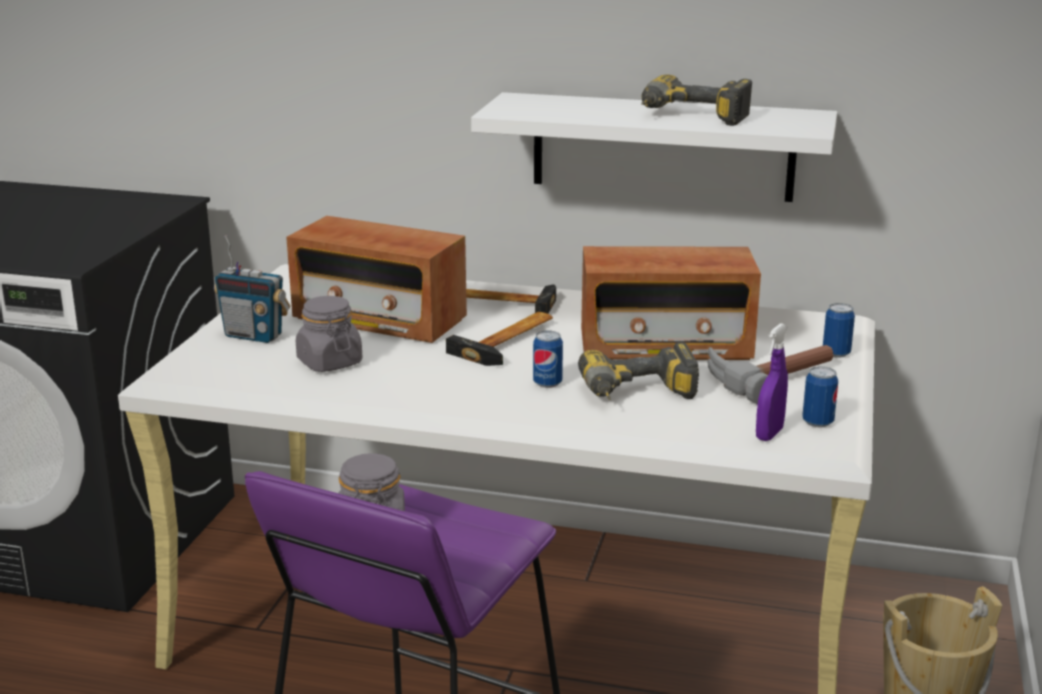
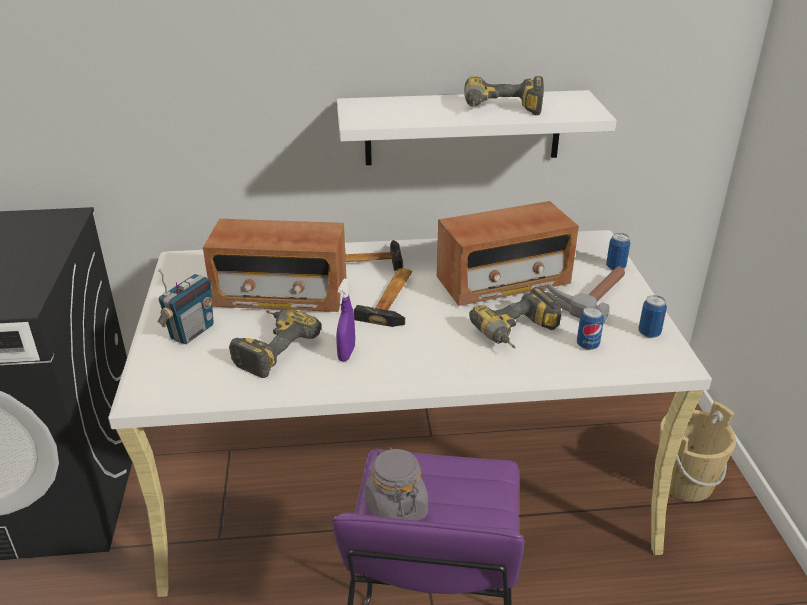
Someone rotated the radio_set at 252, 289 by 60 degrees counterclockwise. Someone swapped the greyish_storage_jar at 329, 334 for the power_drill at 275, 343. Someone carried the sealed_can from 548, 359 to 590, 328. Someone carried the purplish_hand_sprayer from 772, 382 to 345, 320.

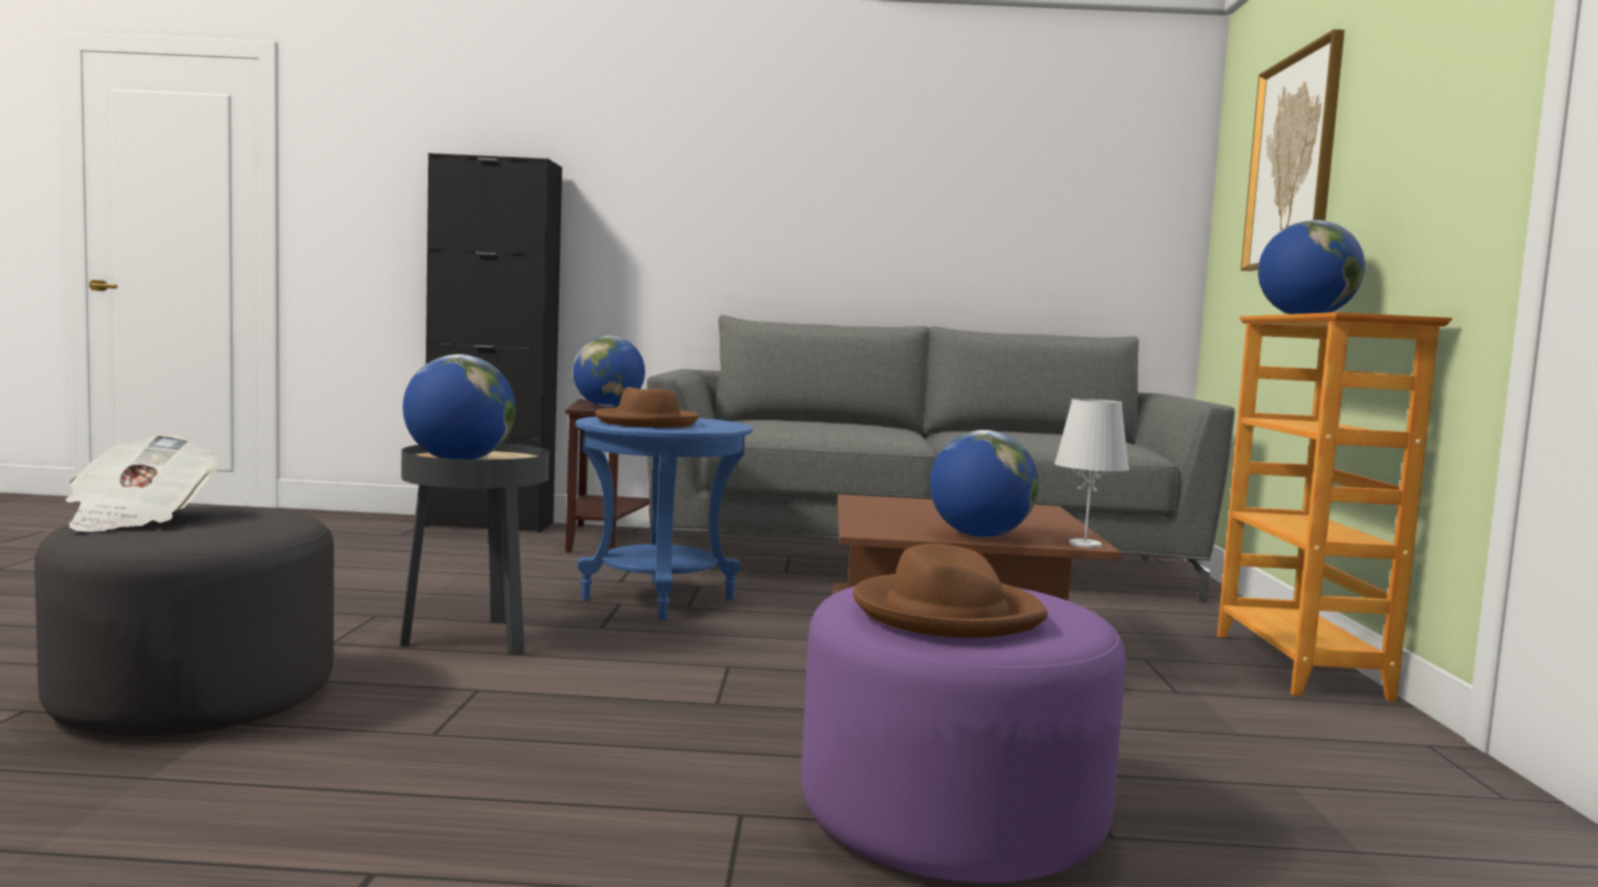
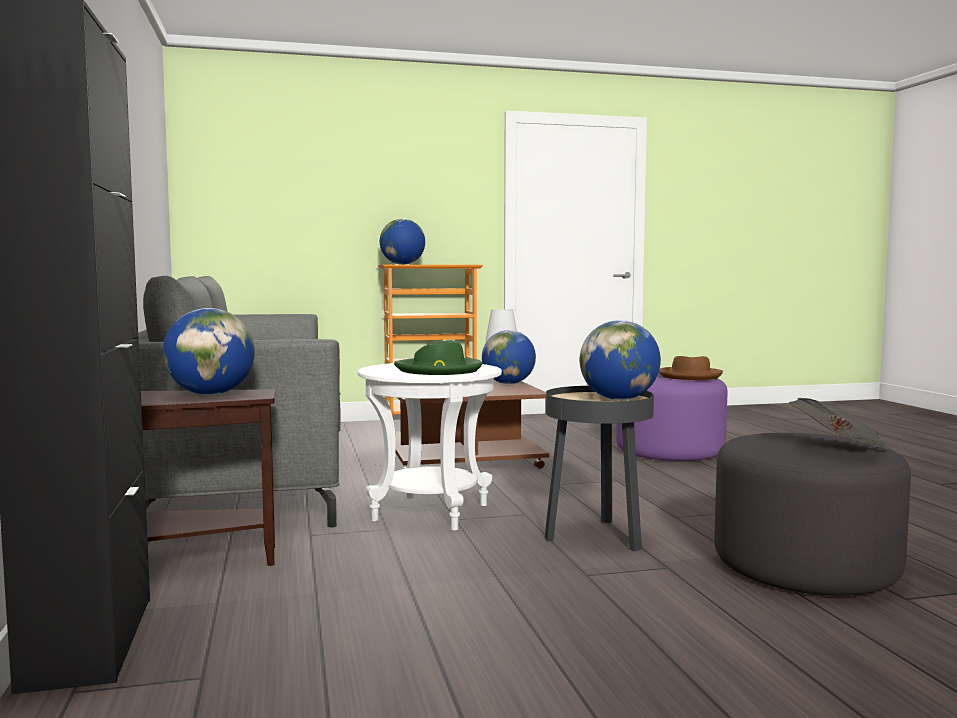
Someone repainted the bluish_side_table at 664, 518, which became the white_side_table at 430, 446. Someone repainted the brown-coloured_wearable_hat at 647, 407, which became the greenish_wearable_hat at 438, 357. Someone took away the picture at 1293, 150.

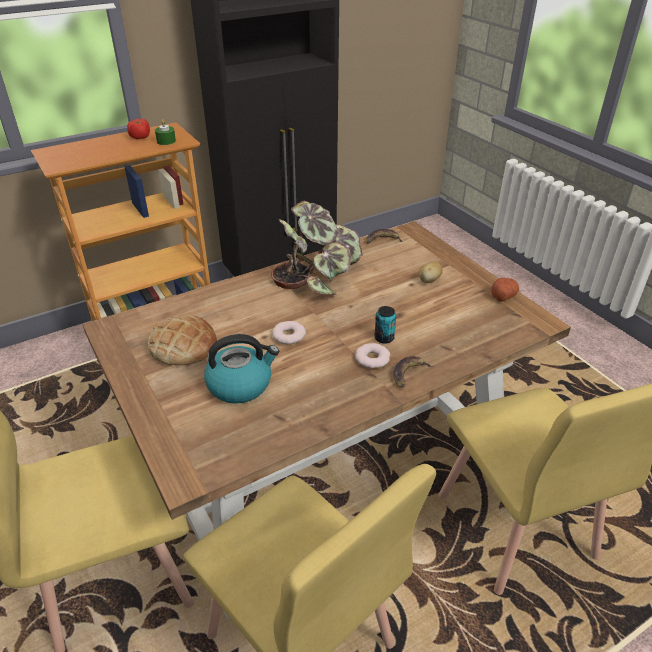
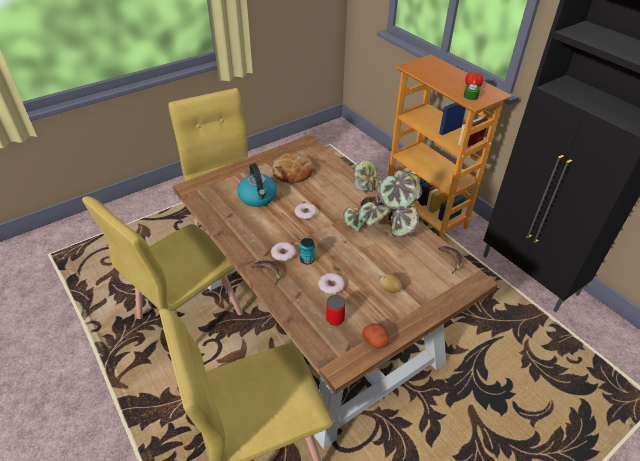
Someone put down the donut at 331, 283. Someone put down the sealed_can at 336, 310.

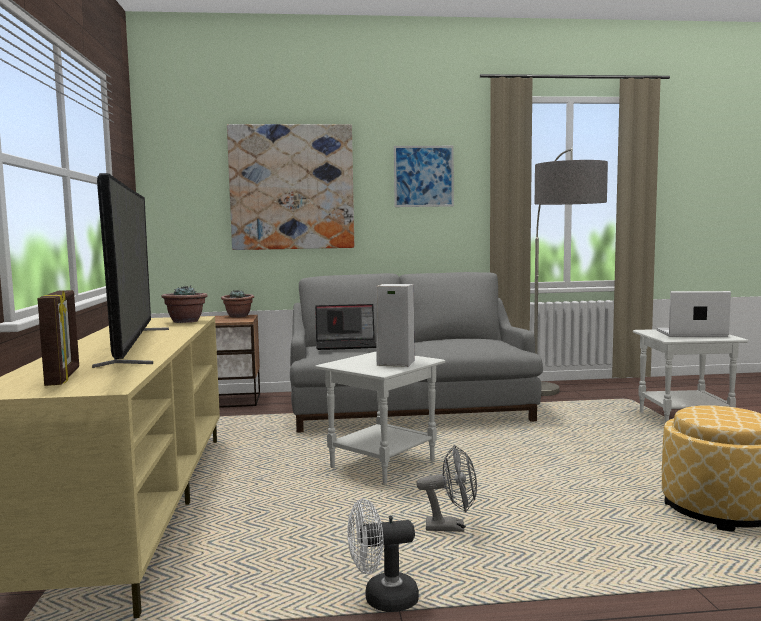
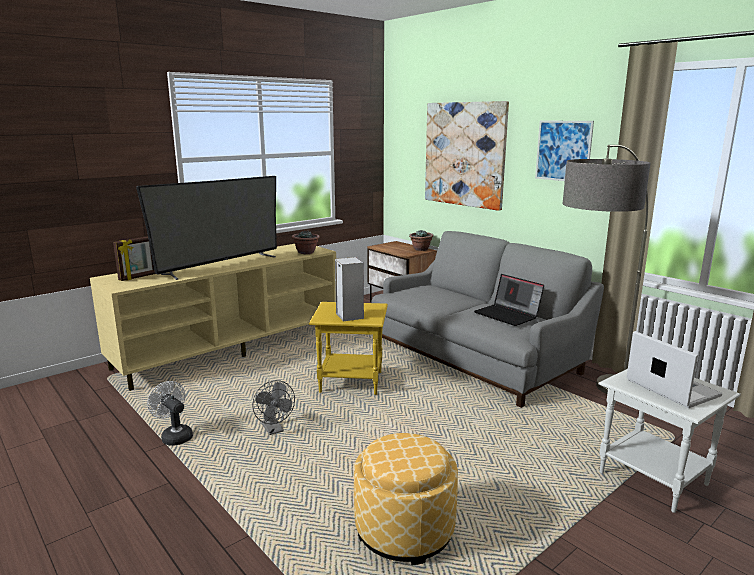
Someone carried the portable_computer from 345, 327 to 509, 300. Someone repainted the white_side_table at 380, 418, which became the yellow_side_table at 348, 348.

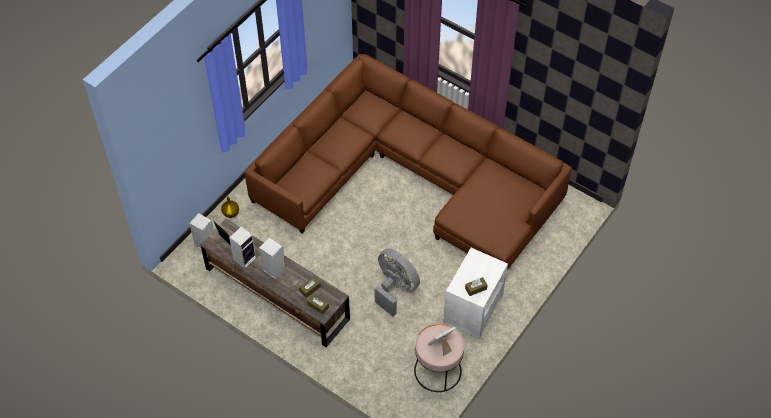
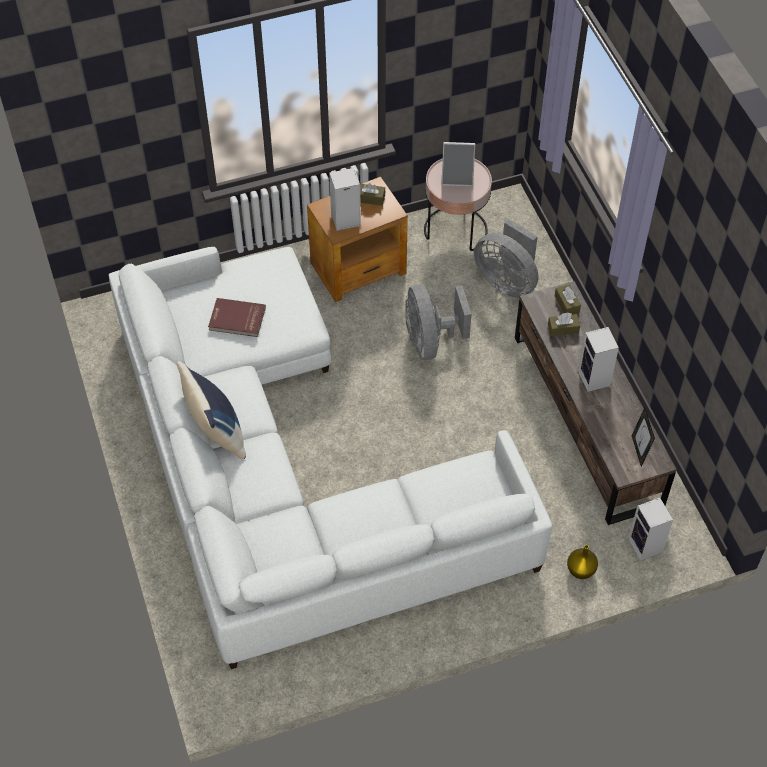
Someone carried the audio_speaker from 243, 247 to 345, 199. Someone repainted the brown-coloured_couch at 408, 162, which became the white_couch at 331, 458. Someone repainted the white_side_table at 475, 293, which became the brown-coloured_side_table at 357, 239. Someone put down the bluish_pillow at 211, 410. Someone put down the reddish_bound_book at 237, 317. Someone put down the greyish_electric_fan at 506, 258.

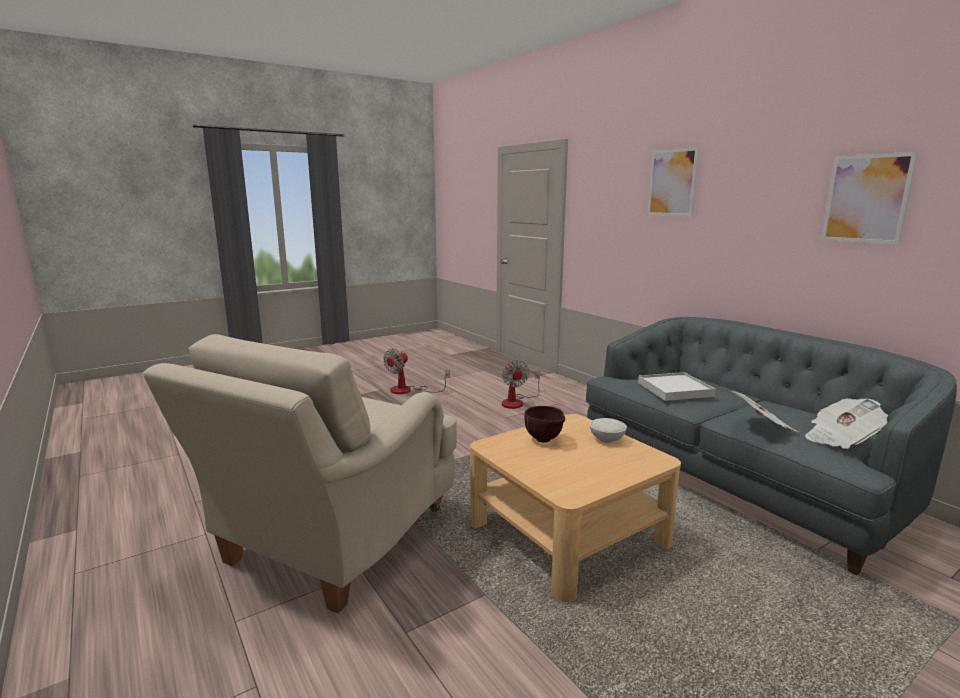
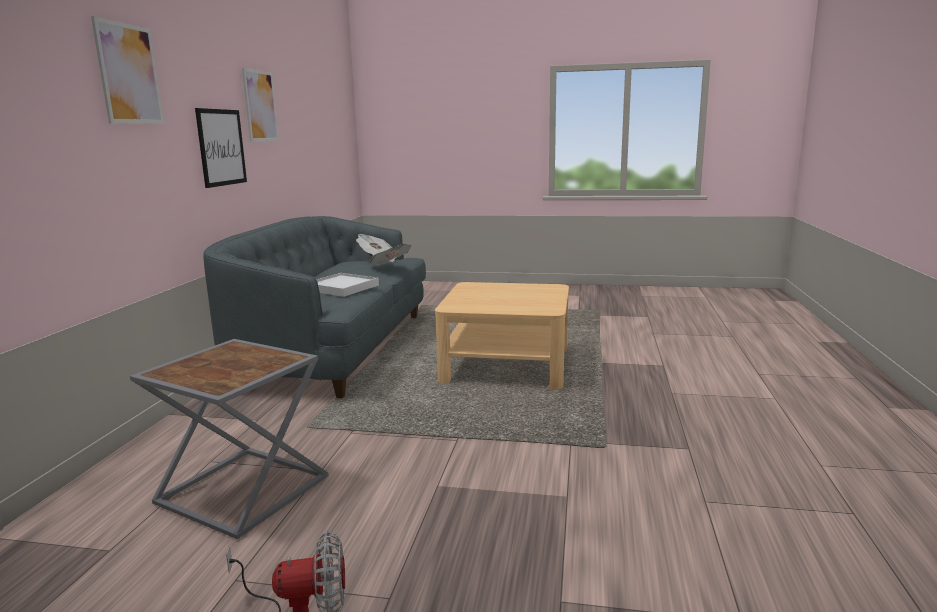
Someone took away the sand-coloured_easy_chair at 300, 474. Someone swapped the electric_fan at 521, 384 for the greyish_side_table at 229, 439. Someone took away the brown-coloured_serving_bowl at 544, 424. Someone took away the white_serving_bowl at 608, 430. Someone put up the picture at 221, 148.

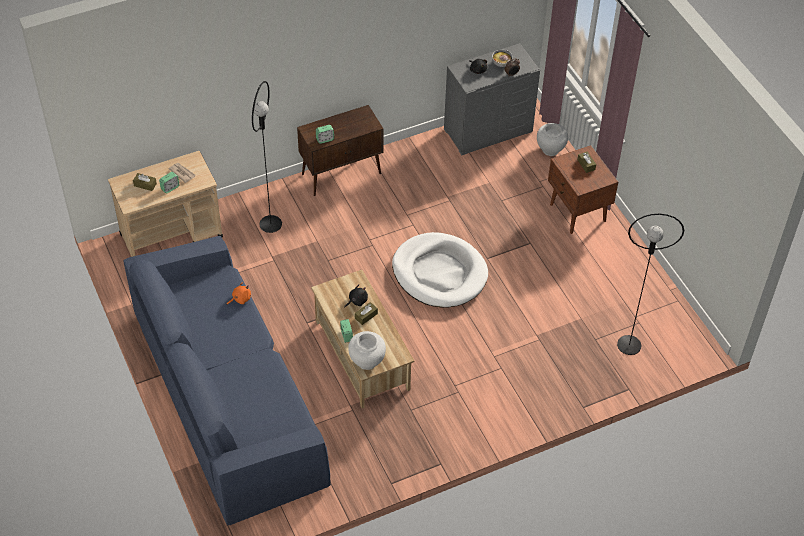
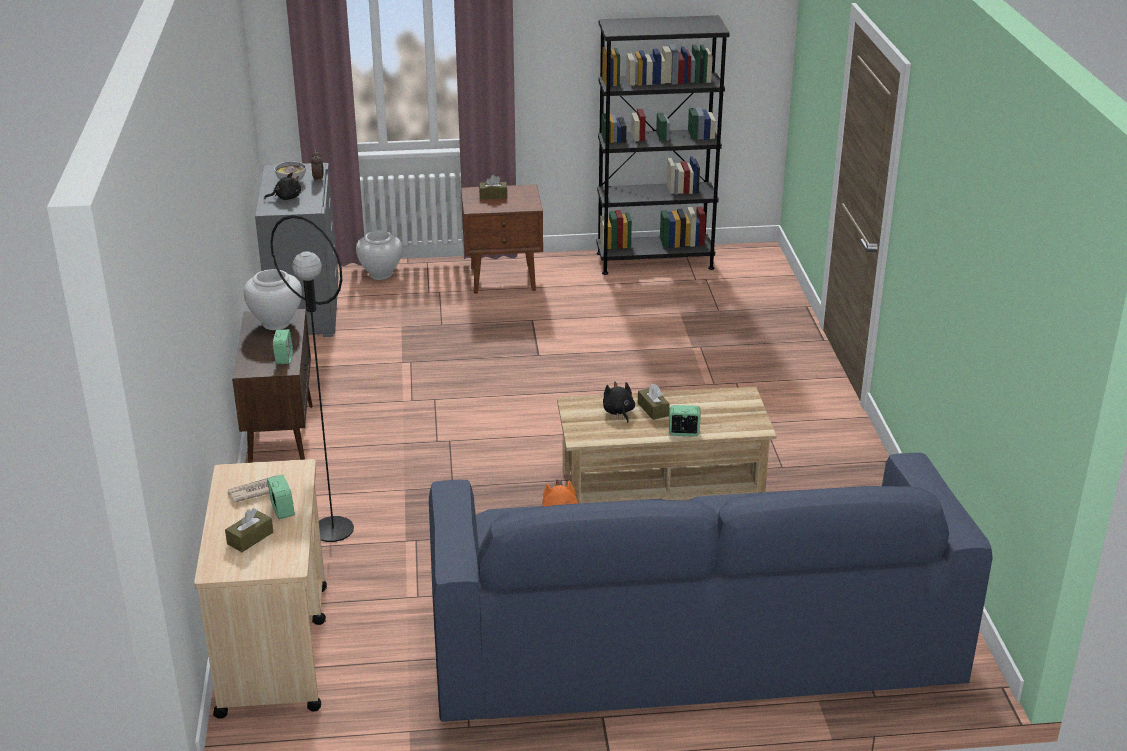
Someone carried the white_flower_vase from 367, 350 to 273, 299. Someone took away the white_dog_cushion at 440, 270. Someone took away the black_floor_lamp at 650, 284. Someone put down the black_bookshelf at 663, 145.

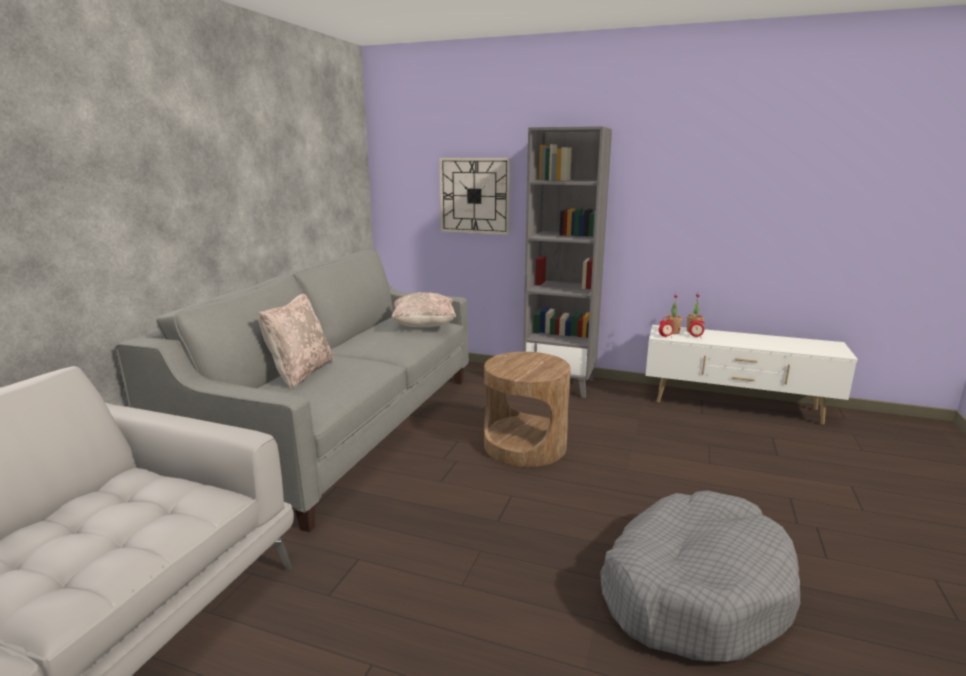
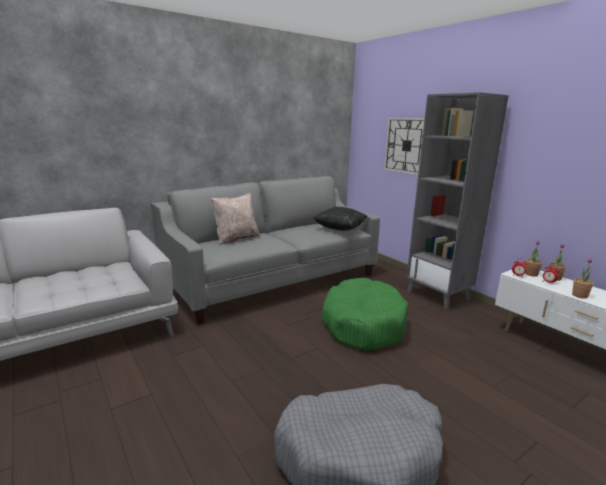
Someone repainted the sand-coloured_pillow at 424, 309, which became the black_pillow at 340, 219. Someone swapped the brown-coloured_side_table at 527, 409 for the greenish_dog_cushion at 364, 314. Someone put down the plant_in_a_pot at 582, 278.

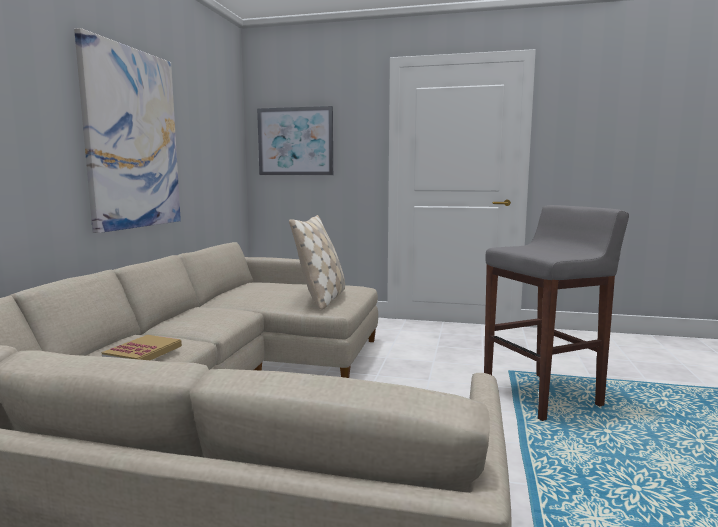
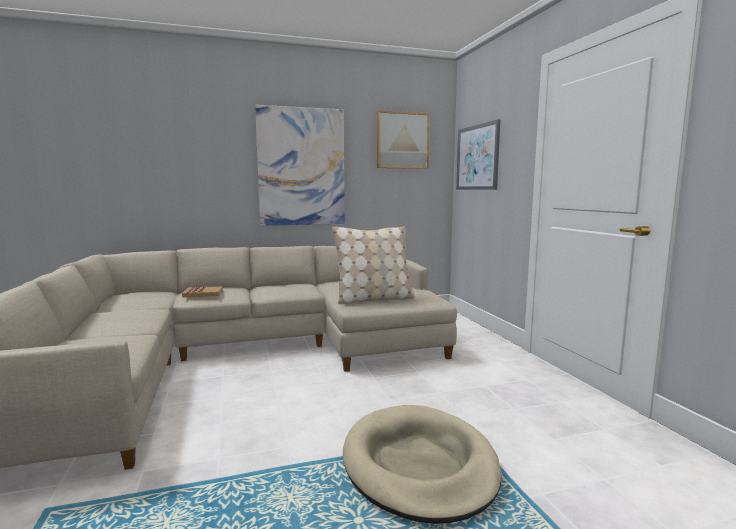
Someone swapped the greyish_sitting_stool at 556, 313 for the sand-coloured_dog_cushion at 422, 464. Someone put up the picture at 403, 139.

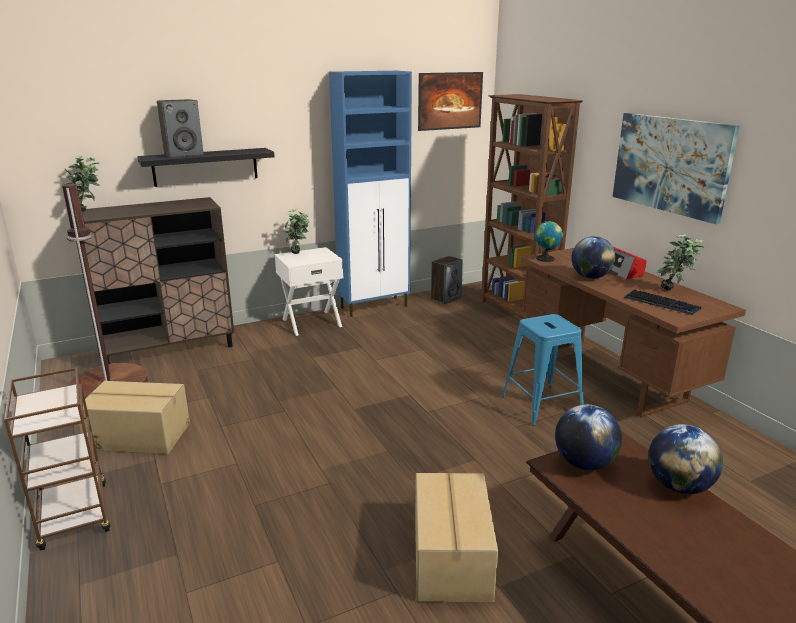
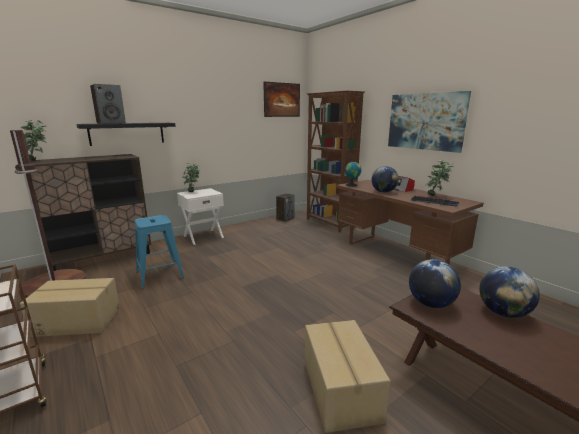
Someone took away the bluish_cupboard at 370, 194. Someone carried the bluish_sitting_stool from 543, 370 to 159, 251.

